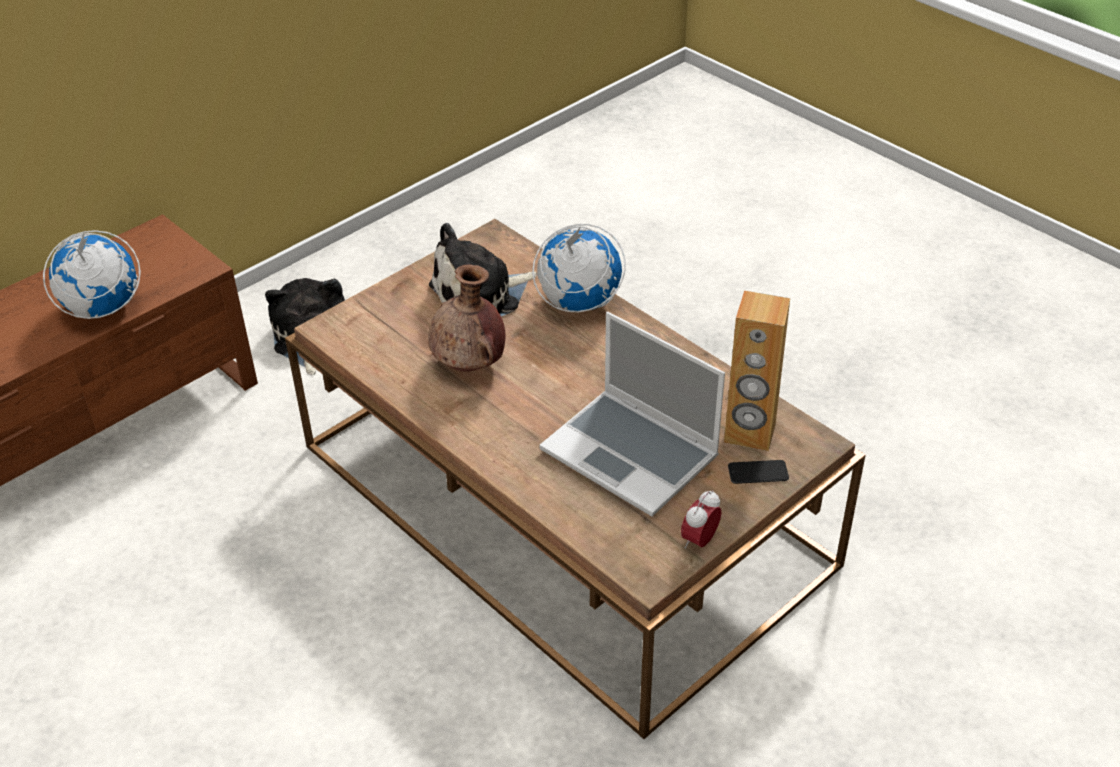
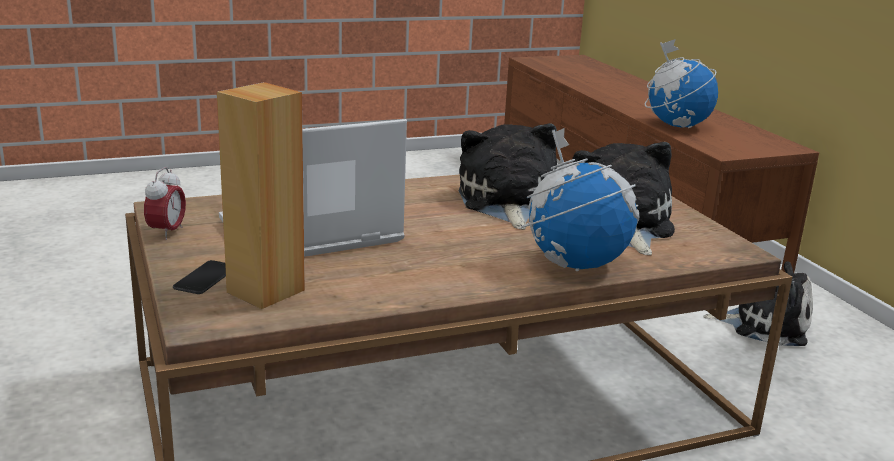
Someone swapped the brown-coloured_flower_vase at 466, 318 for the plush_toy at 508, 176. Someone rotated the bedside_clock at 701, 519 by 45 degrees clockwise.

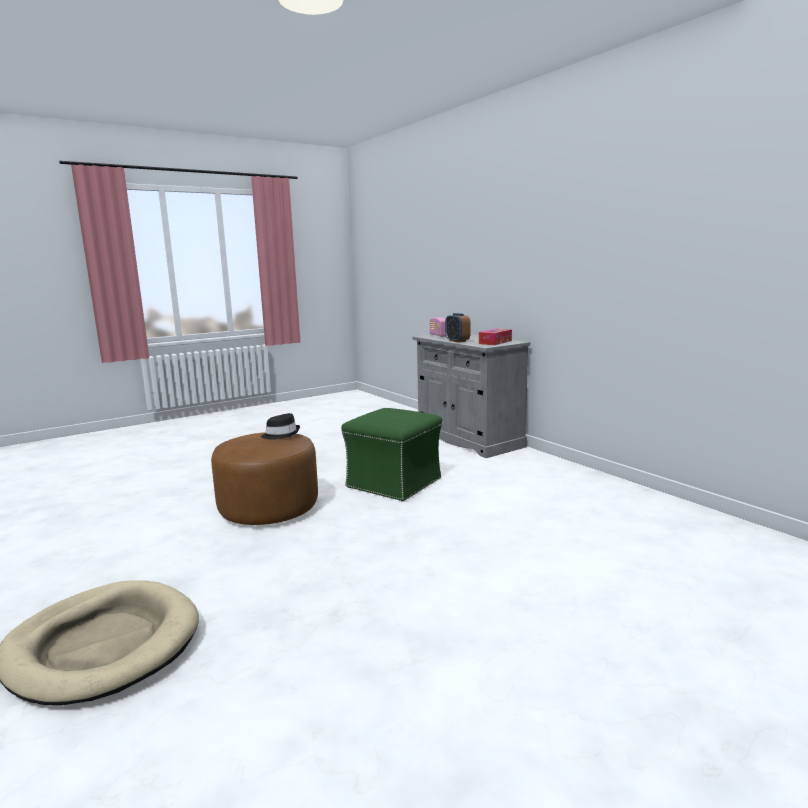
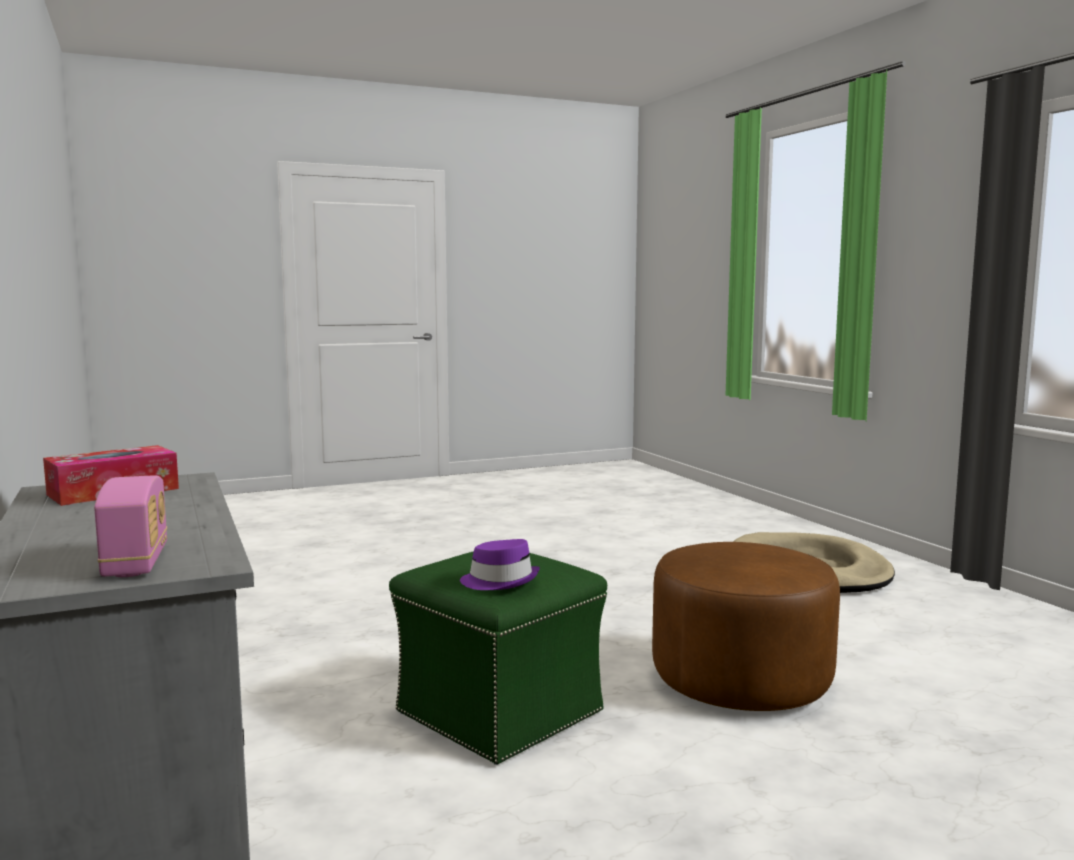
Someone took away the black_wearable_hat at 280, 426. Someone took away the bedside_clock at 458, 328. Someone put down the purplish_wearable_hat at 500, 564.

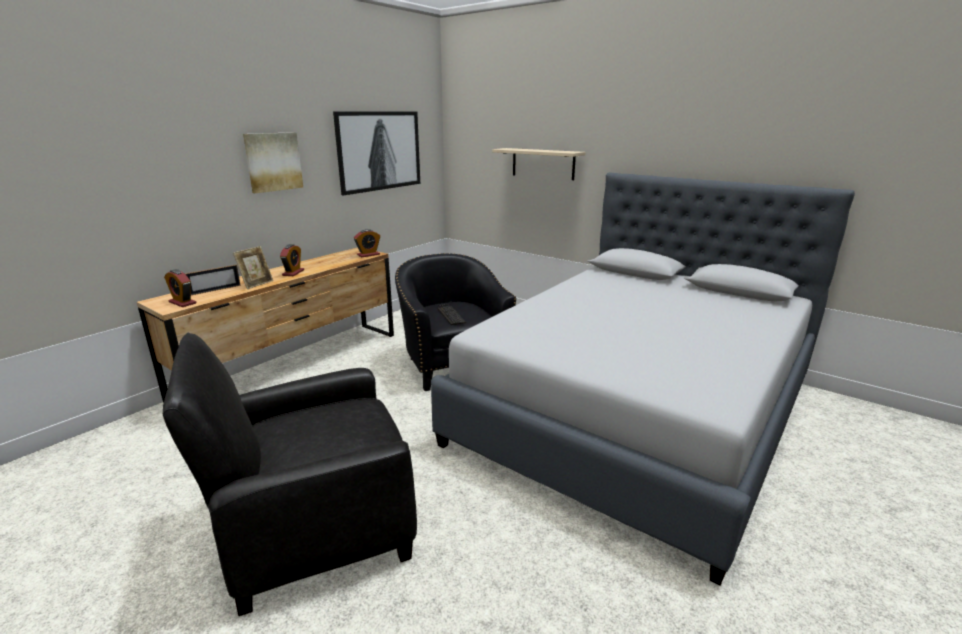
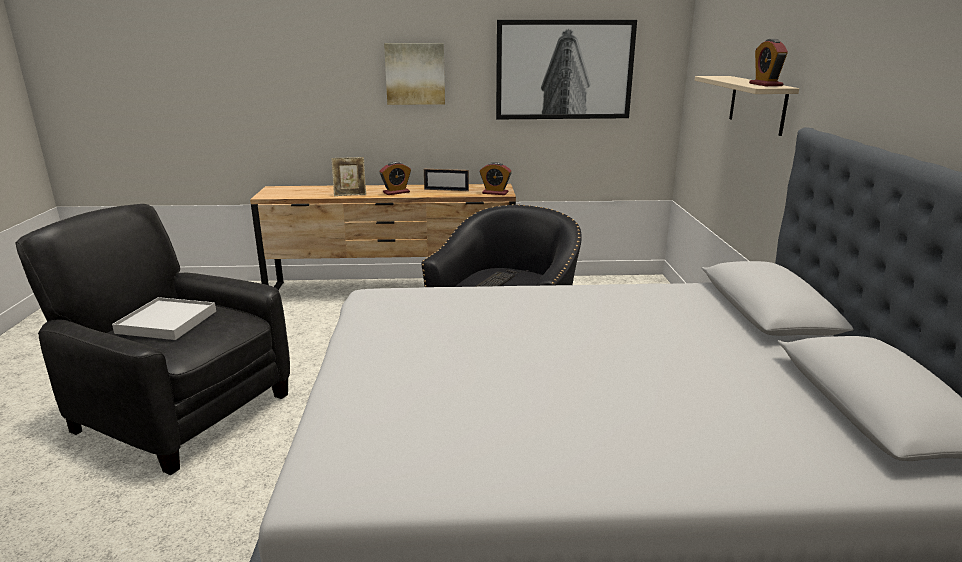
Someone carried the bedside_clock from 180, 288 to 768, 62. Someone carried the standing_frame from 213, 280 to 446, 180. Someone put down the white_carrying_tray at 164, 318.

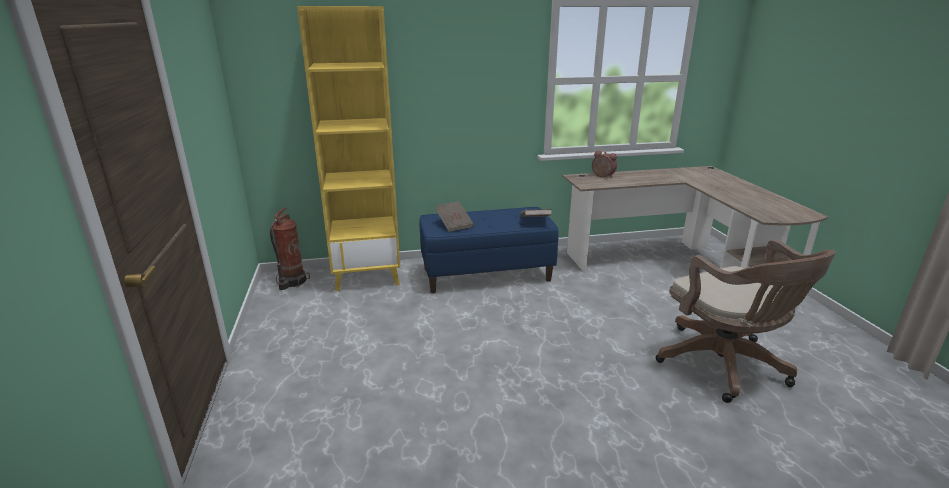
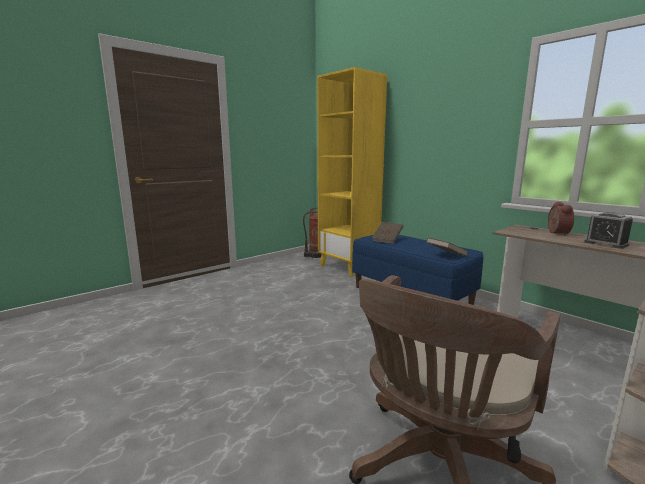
Someone put down the bedside_clock at 608, 230.

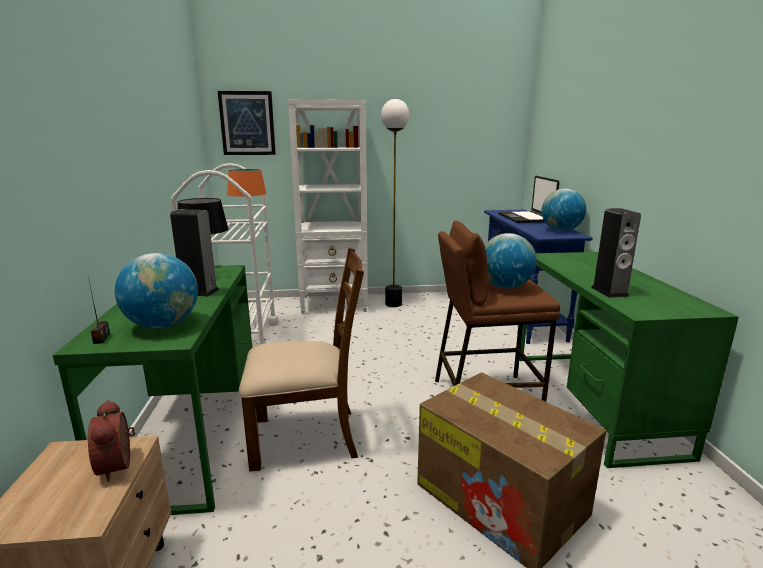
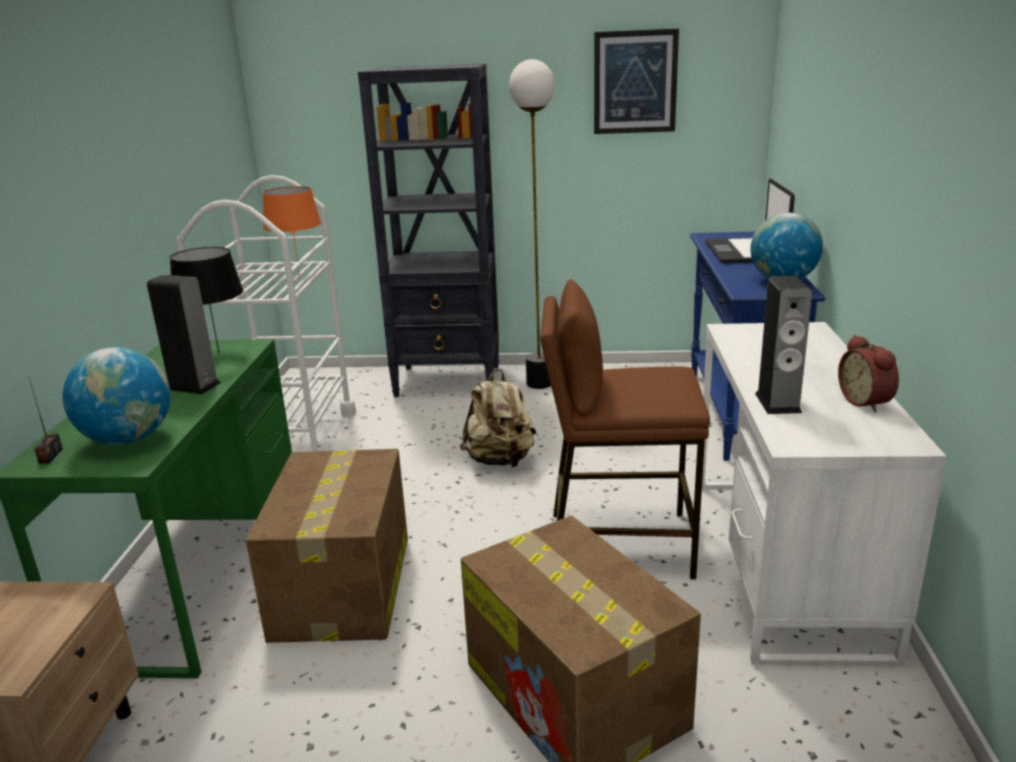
Someone carried the bedside_clock from 111, 441 to 868, 373. Someone carried the picture from 247, 123 to 636, 81. Someone swapped the brown-coloured_plain_chair at 301, 360 for the cardboard_box at 327, 546. Someone repainted the white_bookshelf at 328, 207, which became the black_bookshelf at 428, 230. Someone took away the globe at 511, 261. Someone repainted the greenish_desk_table at 629, 360, which became the white_desk_table at 824, 494. Someone put down the sand-coloured_rucksack at 498, 418.

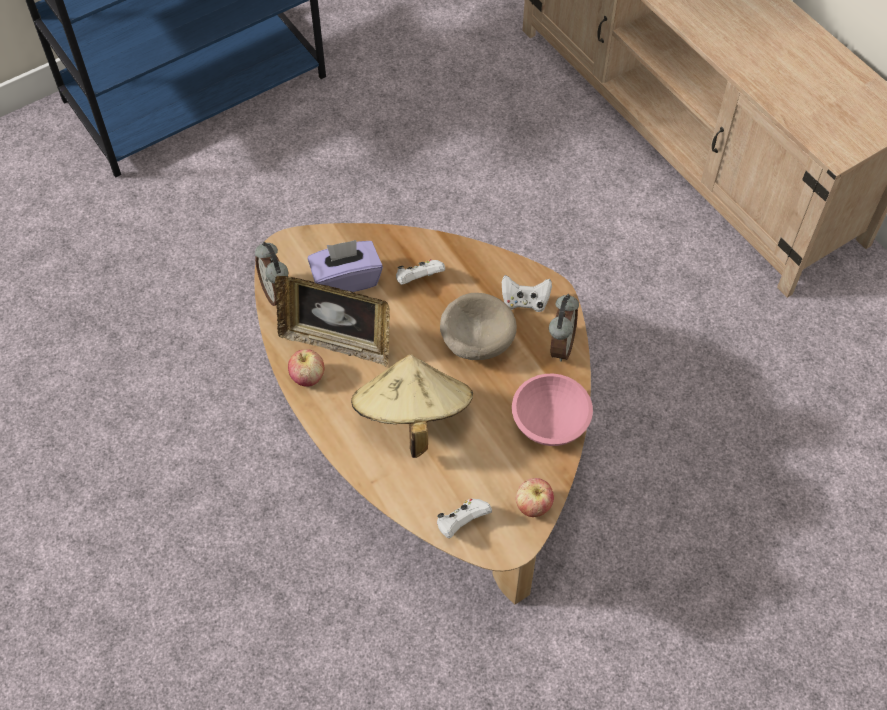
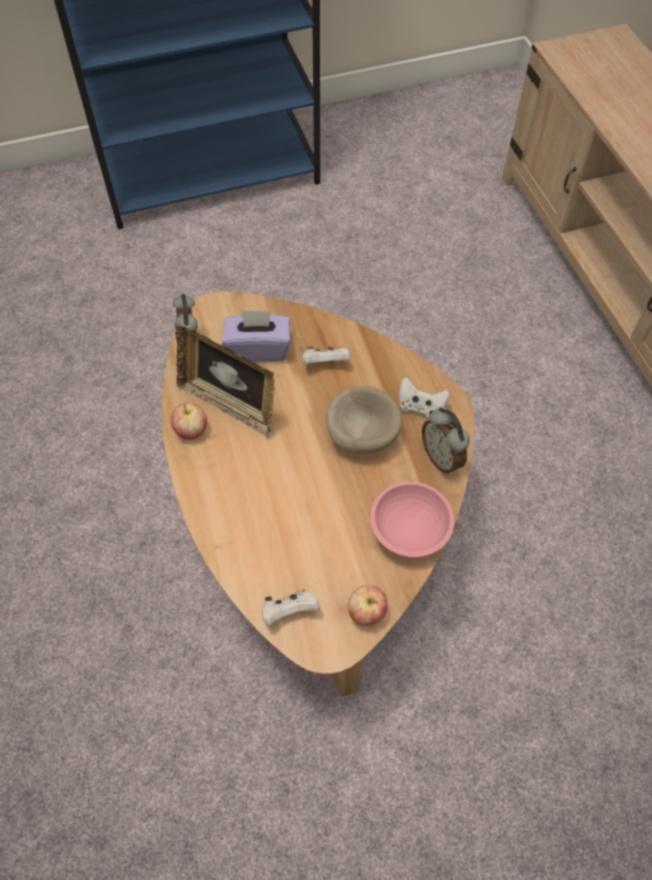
Someone took away the sand-coloured_wearable_hat at 412, 406. Someone rotated the bedside_clock at 564, 328 by 120 degrees clockwise.

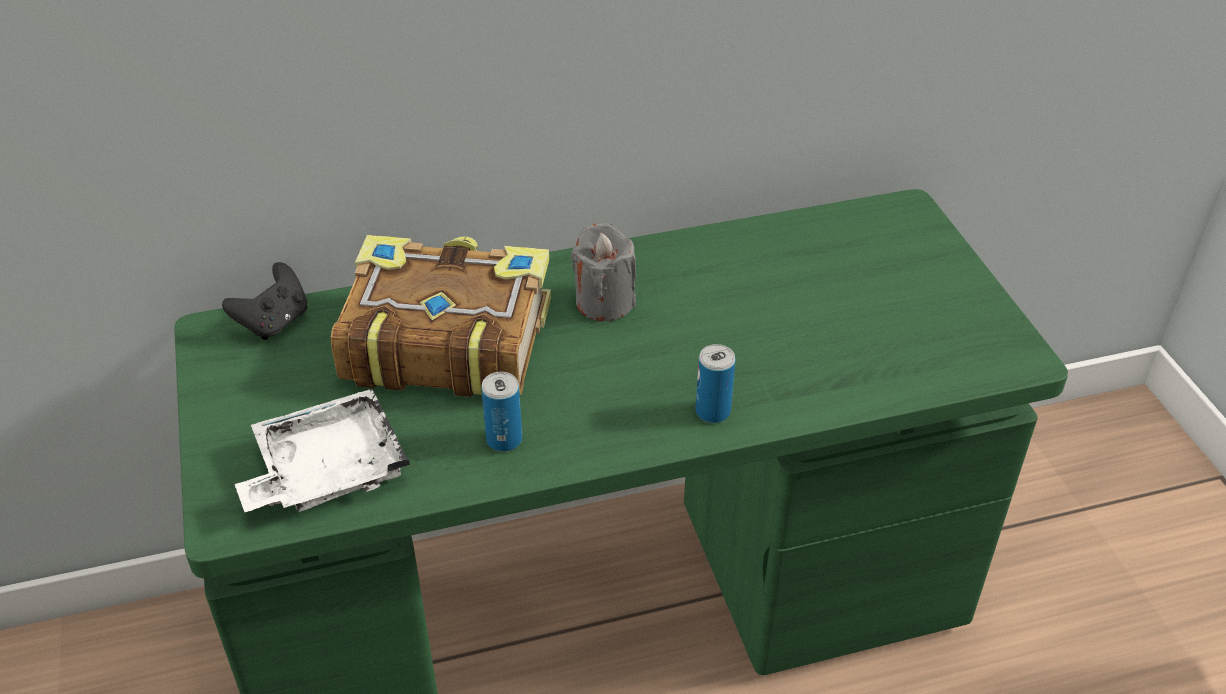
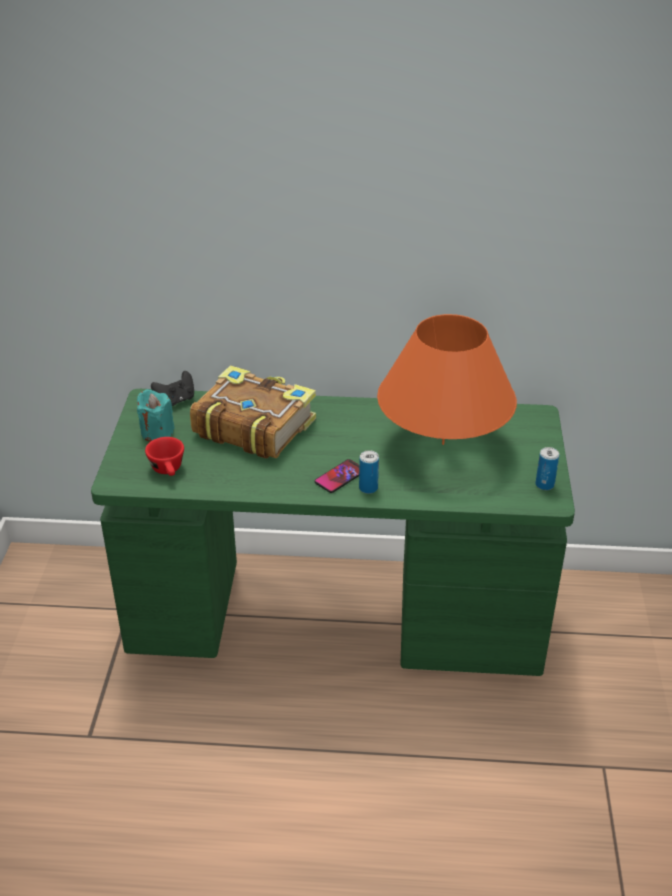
Someone swapped the white_carrying_tray at 322, 450 for the reddish_small_cup at 164, 456. Someone carried the sealed_can from 501, 412 to 547, 468. Someone took away the greyish_wax_light at 603, 272. Someone put down the blue-green_wax_light at 156, 415. Someone put down the telephone at 336, 476. Someone put down the orange_table_lamp at 447, 379.

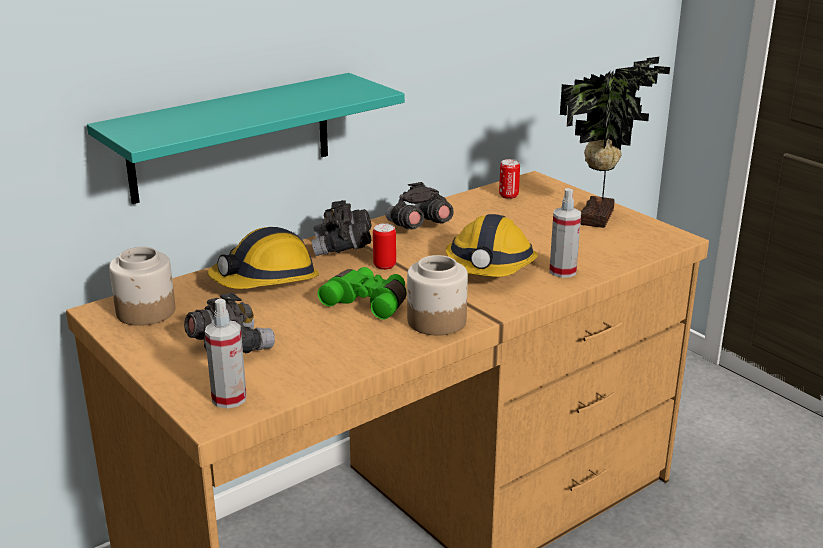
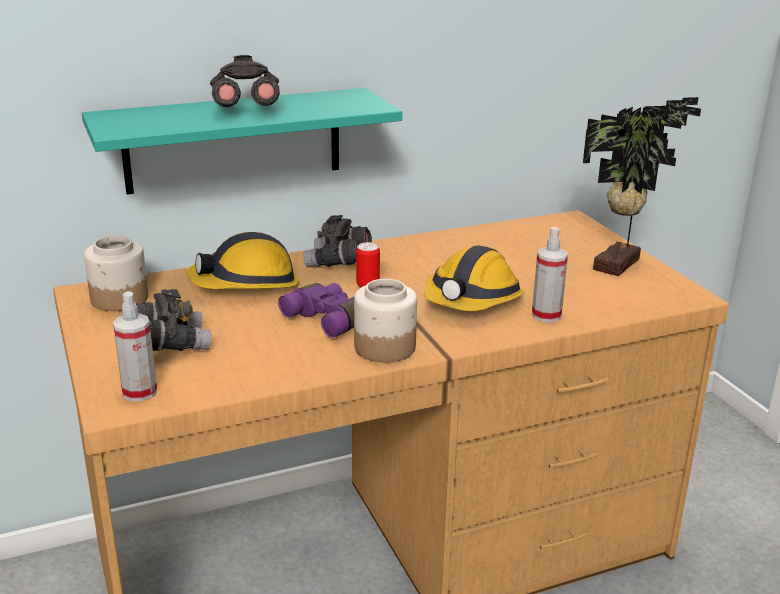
Someone repainted the greenish_field_glasses at 362, 293, which became the purplish_field_glasses at 316, 310. Someone carried the greyish_field_glasses from 419, 205 to 245, 81. Someone took away the sealed_can at 509, 179.

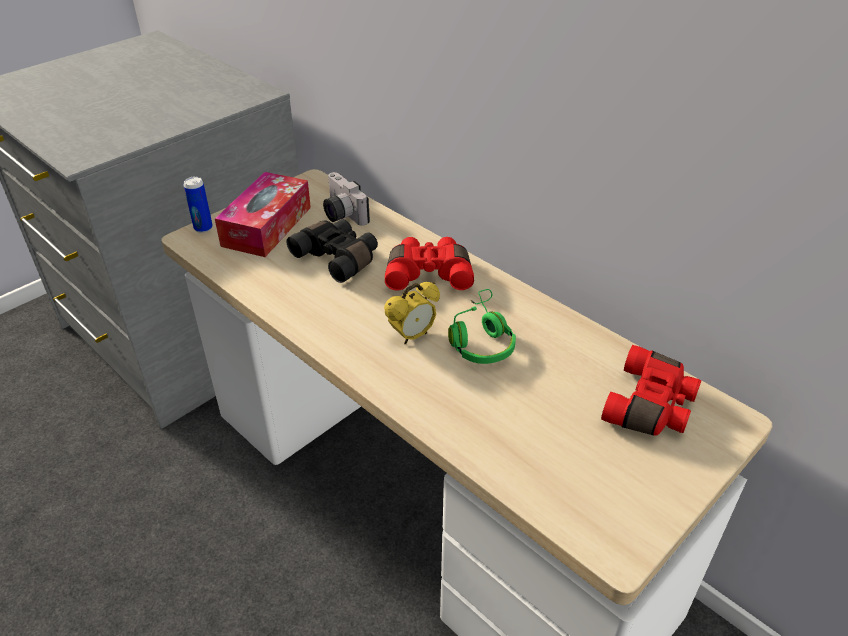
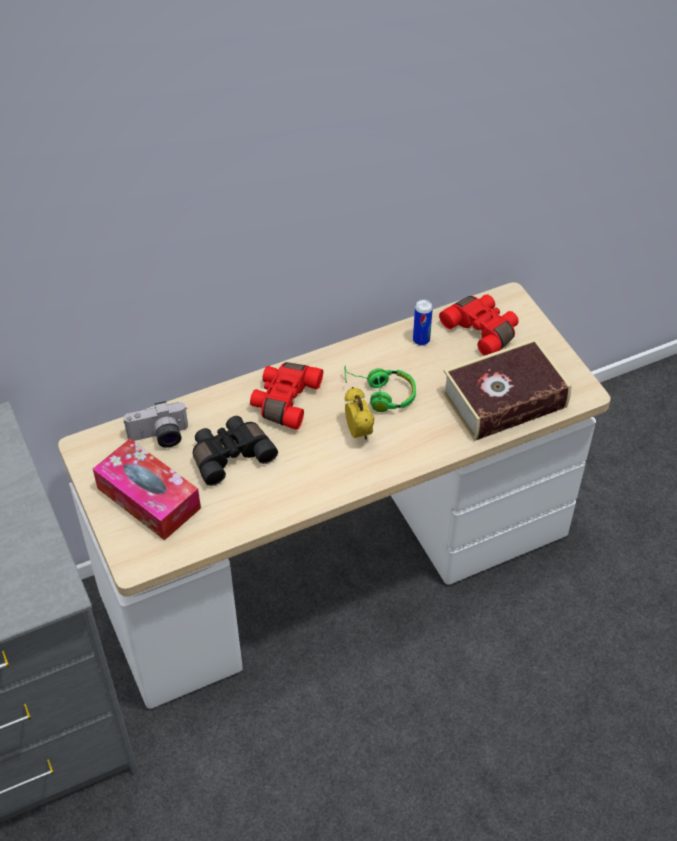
Someone carried the sealed_can from 198, 204 to 423, 322. Someone put down the bound_book at 507, 389.

